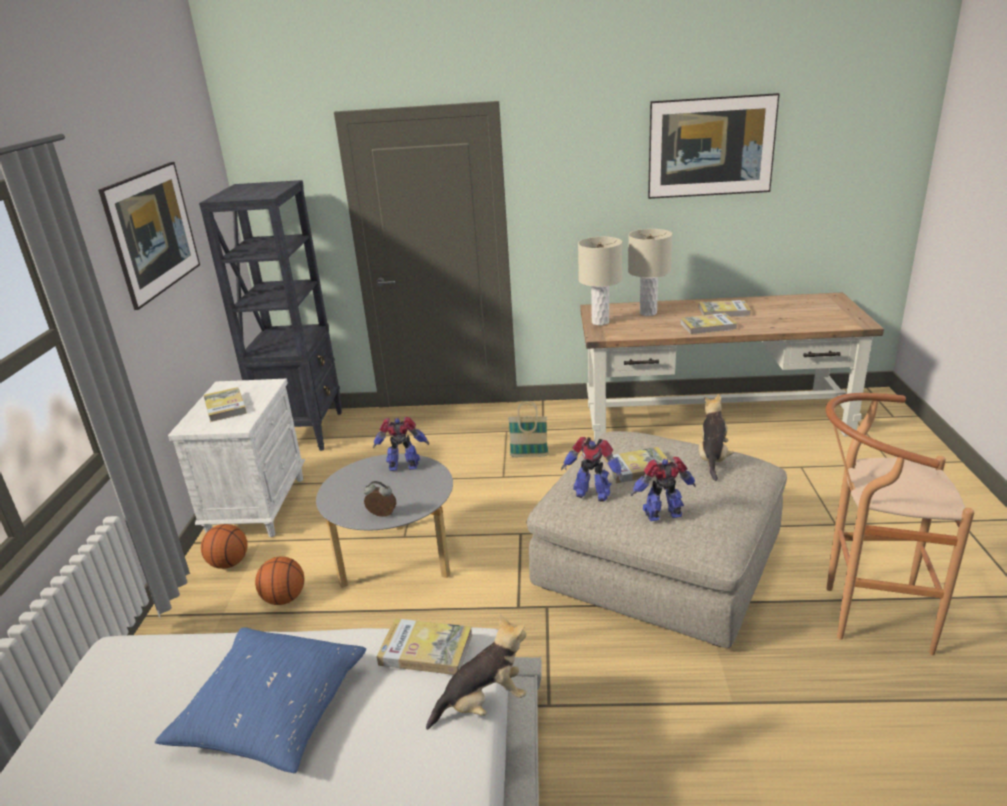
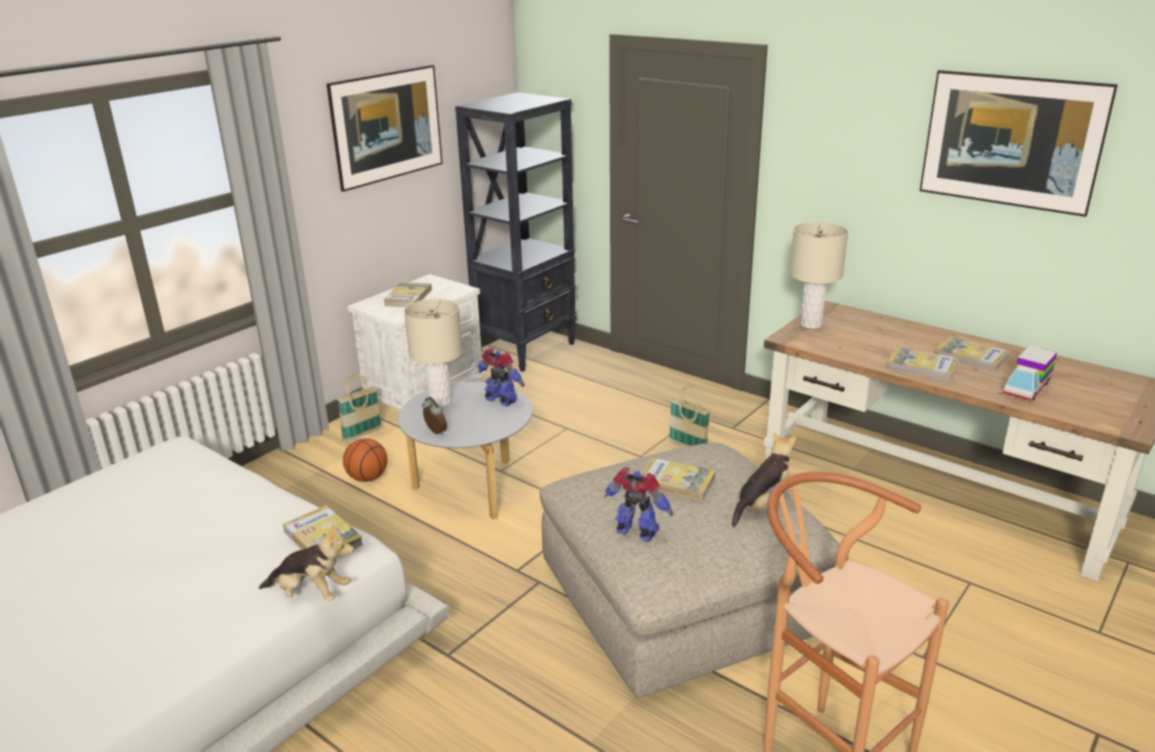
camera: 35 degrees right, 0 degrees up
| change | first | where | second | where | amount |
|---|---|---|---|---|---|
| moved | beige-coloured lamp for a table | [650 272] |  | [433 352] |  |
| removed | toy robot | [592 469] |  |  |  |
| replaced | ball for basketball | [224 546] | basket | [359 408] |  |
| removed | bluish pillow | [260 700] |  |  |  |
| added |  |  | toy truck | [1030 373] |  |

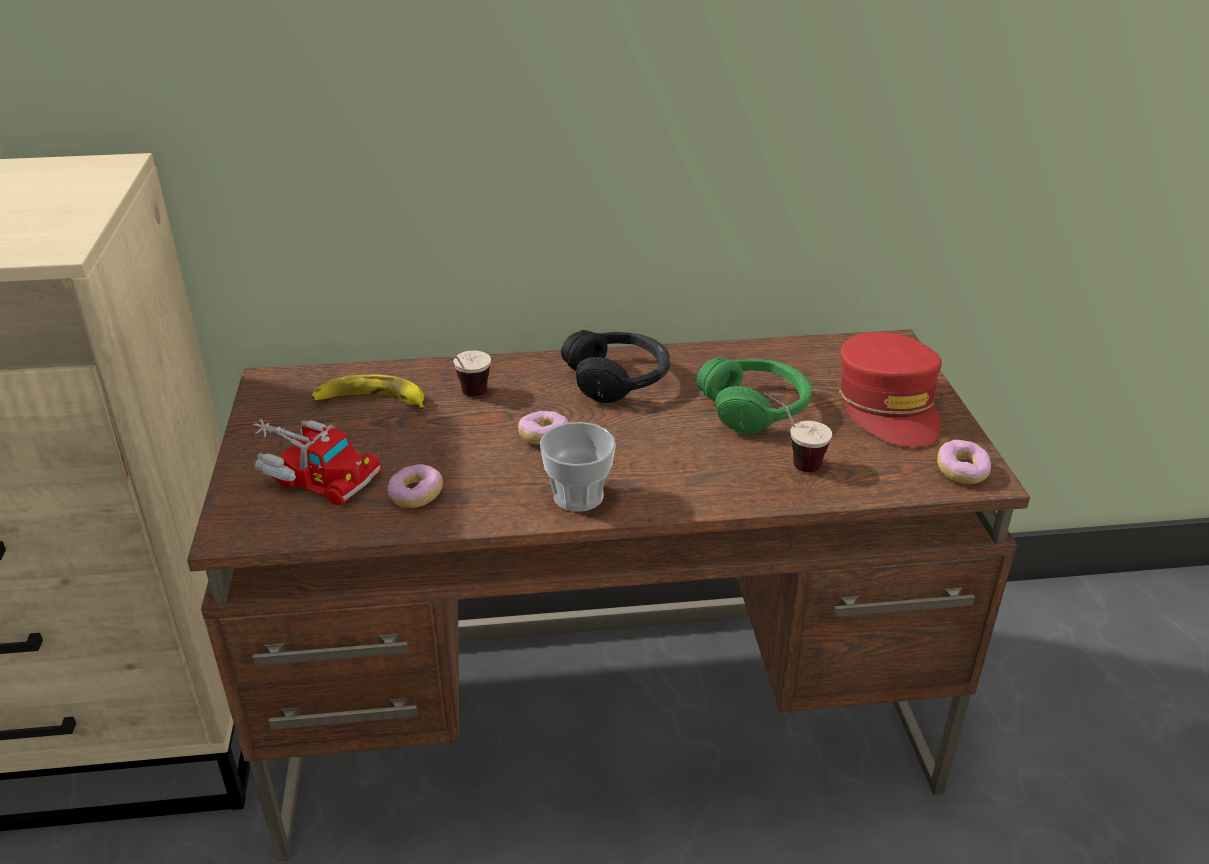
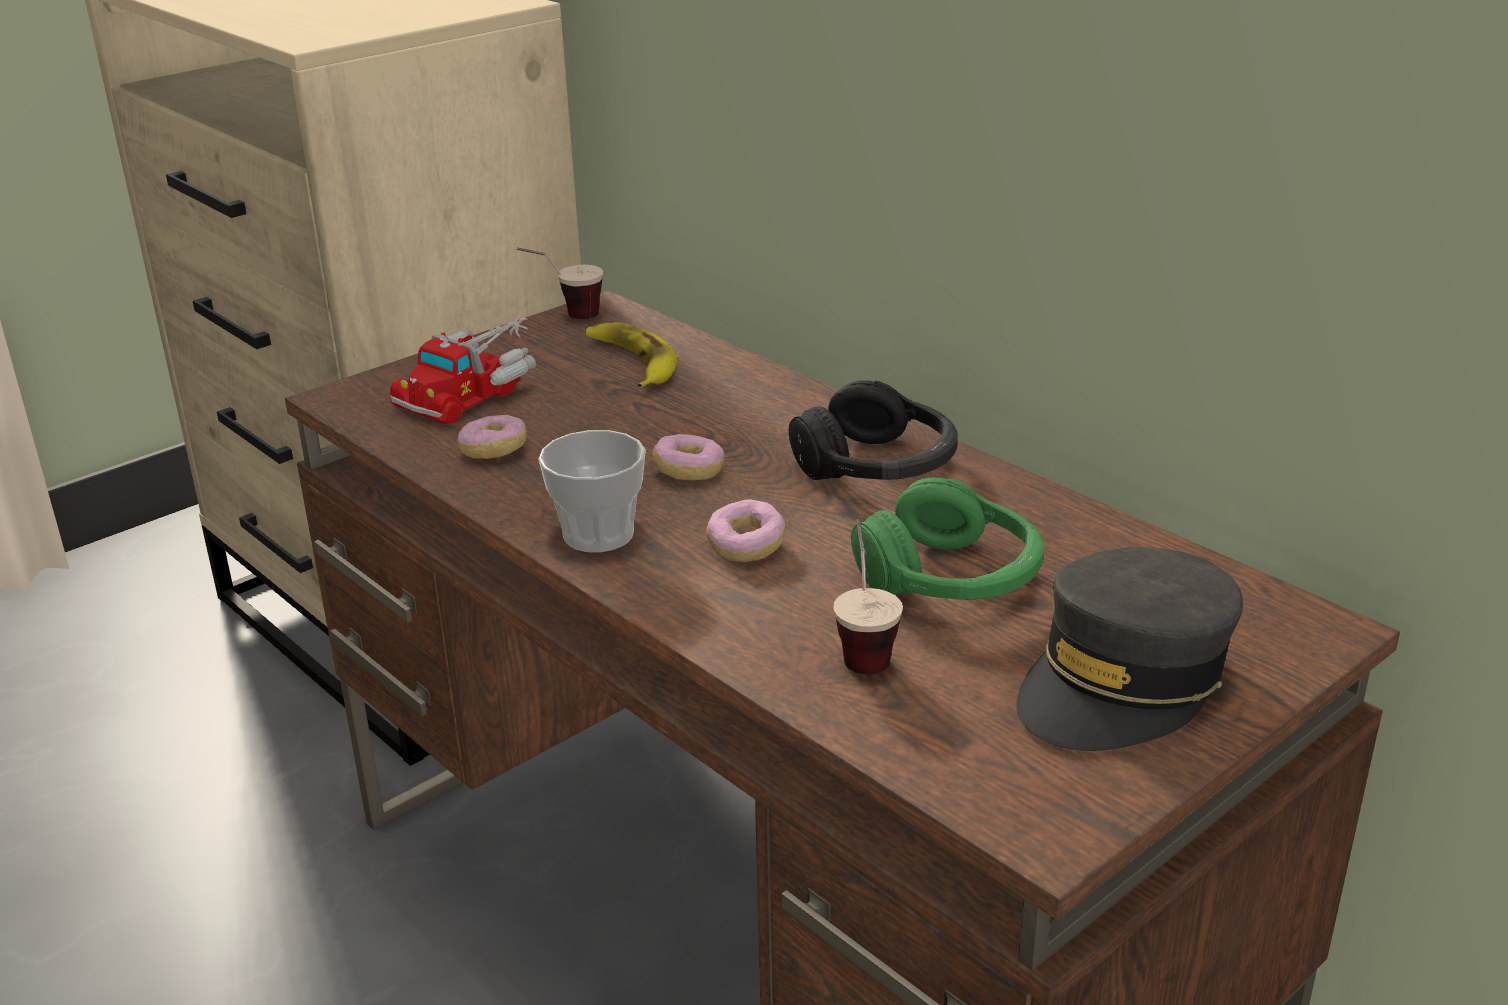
camera: 55 degrees right, 5 degrees down
| change | first | where | second | where | amount |
|---|---|---|---|---|---|
| recoloured | red peaked cap | [890 389] | gray peaked cap | [1129 649] |  |
| moved | small cup | [467 374] |  | [560 283] |  |
| turned | toy truck | [317 462] |  | [463 370] | 45 degrees clockwise |
| moved | donut | [964 462] |  | [746 530] |  |

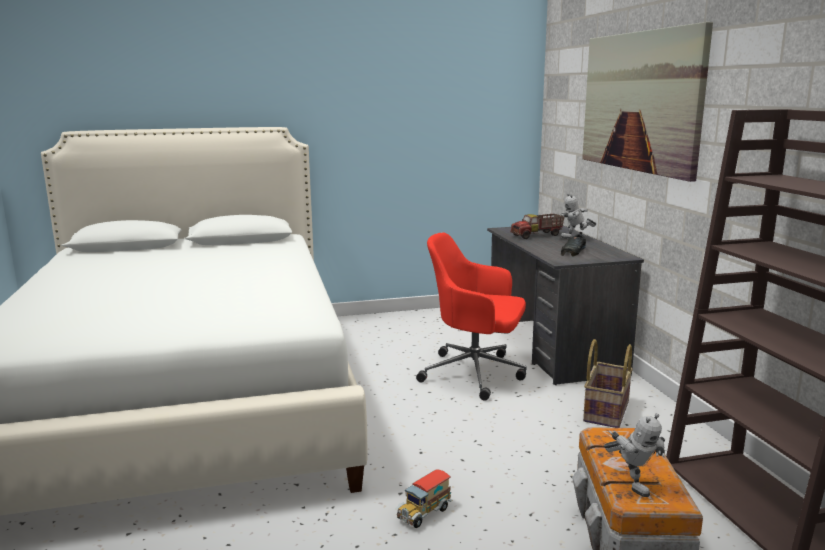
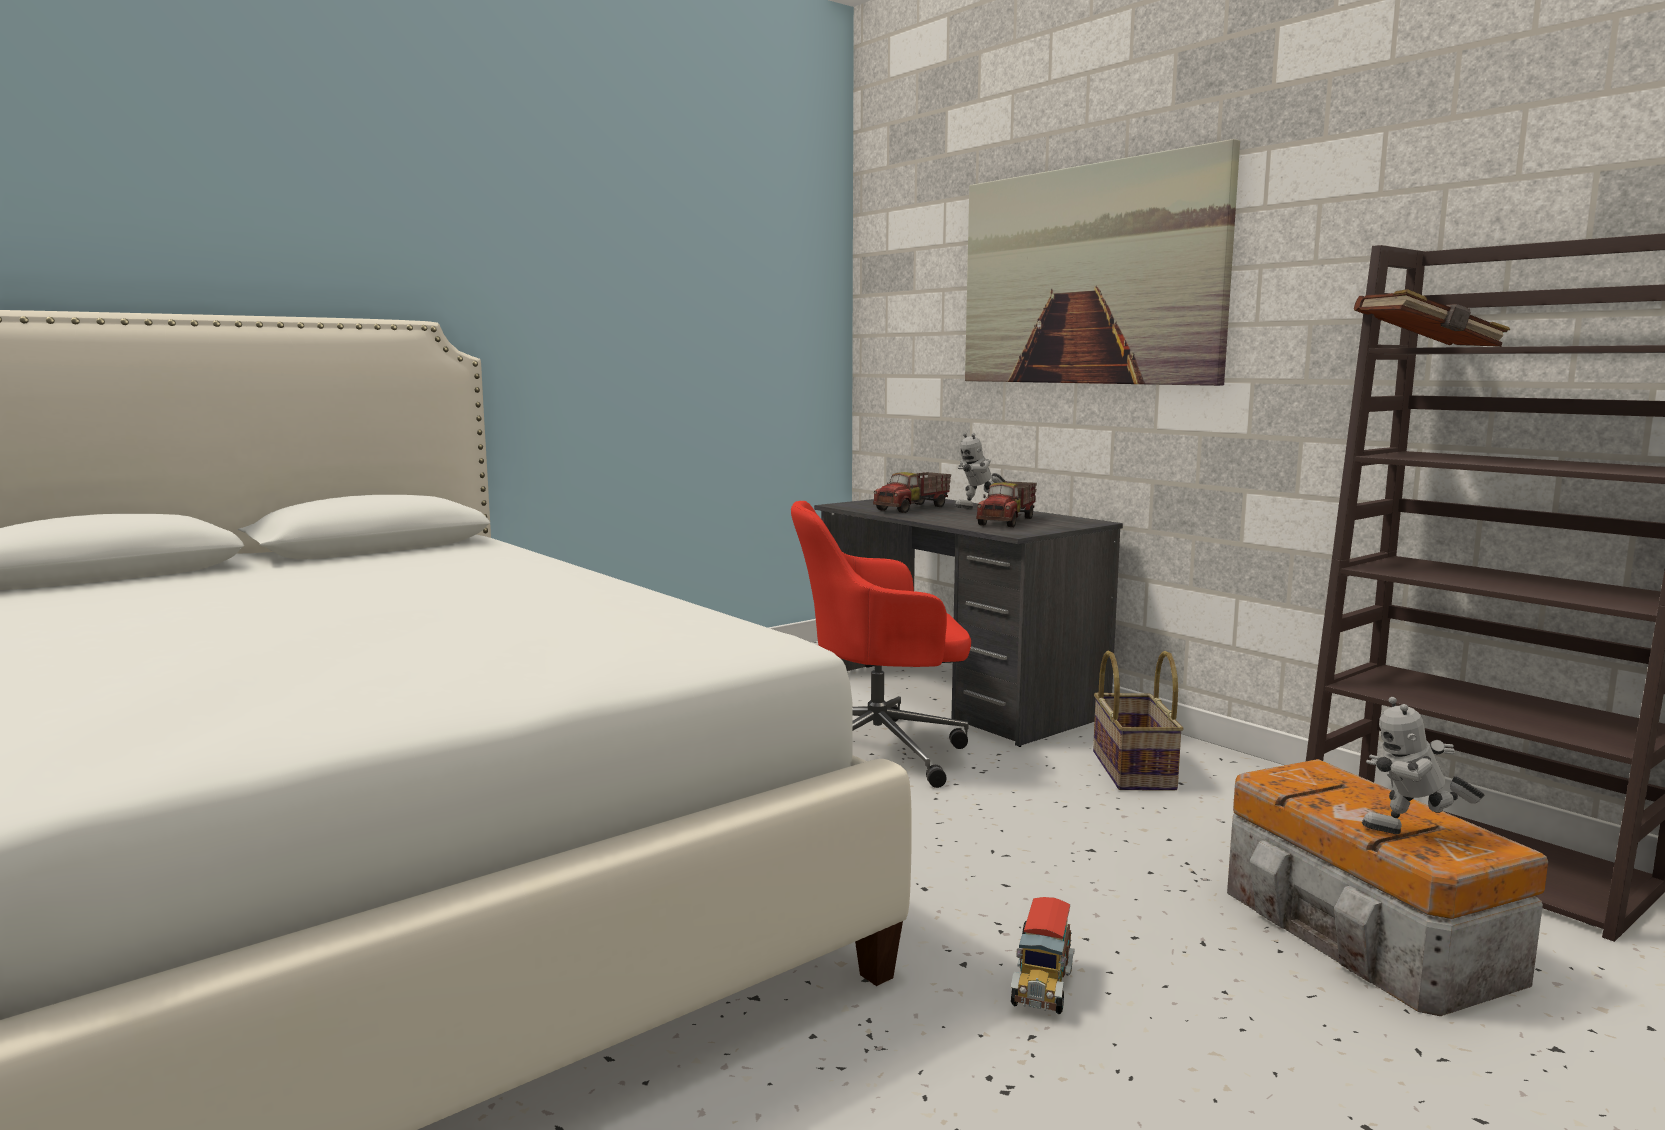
camera: 25 degrees left, 5 degrees down
| change | first | where | second | where | amount |
|---|---|---|---|---|---|
| replaced | black-coloured shoe | [573 244] | toy truck | [1006 504] |  |
| turned | toy robot | [634 455] |  | [1423 765] | 150 degrees clockwise |
| added |  |  | brown book | [1432 318] |  |

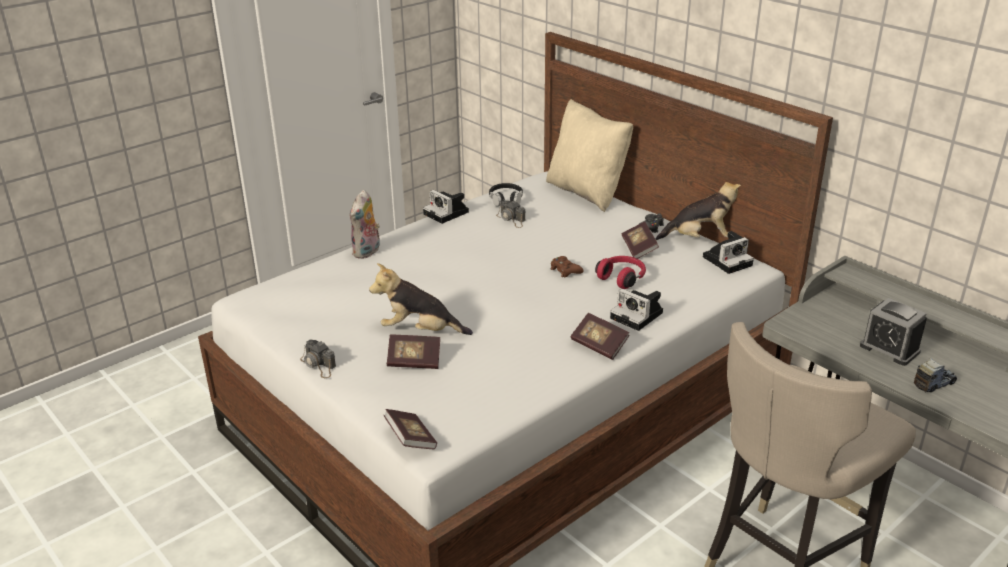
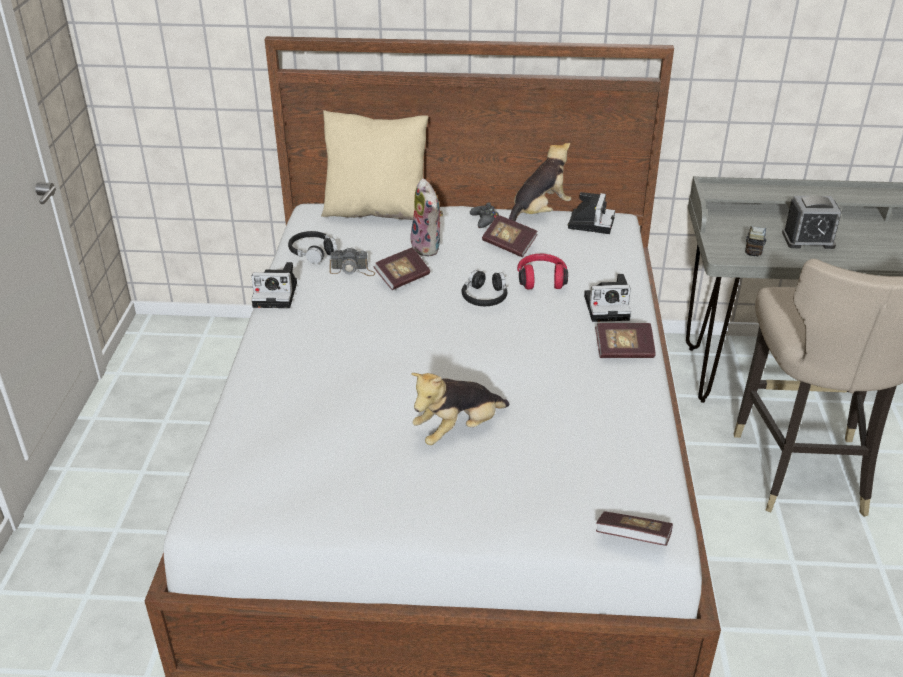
camera: 45 degrees left, 5 degrees up
| change | first | where | second | where | amount |
|---|---|---|---|---|---|
| moved | cuddly toy | [365 224] |  | [426 217] |  |
| replaced | brown joypad | [567 266] | black-coloured headset | [484 288] |  |
| moved | book | [413 352] |  | [402 269] |  |
| removed | photo camera | [318 359] |  |  |  |
| moved | toy truck | [935 375] |  | [755 241] |  |

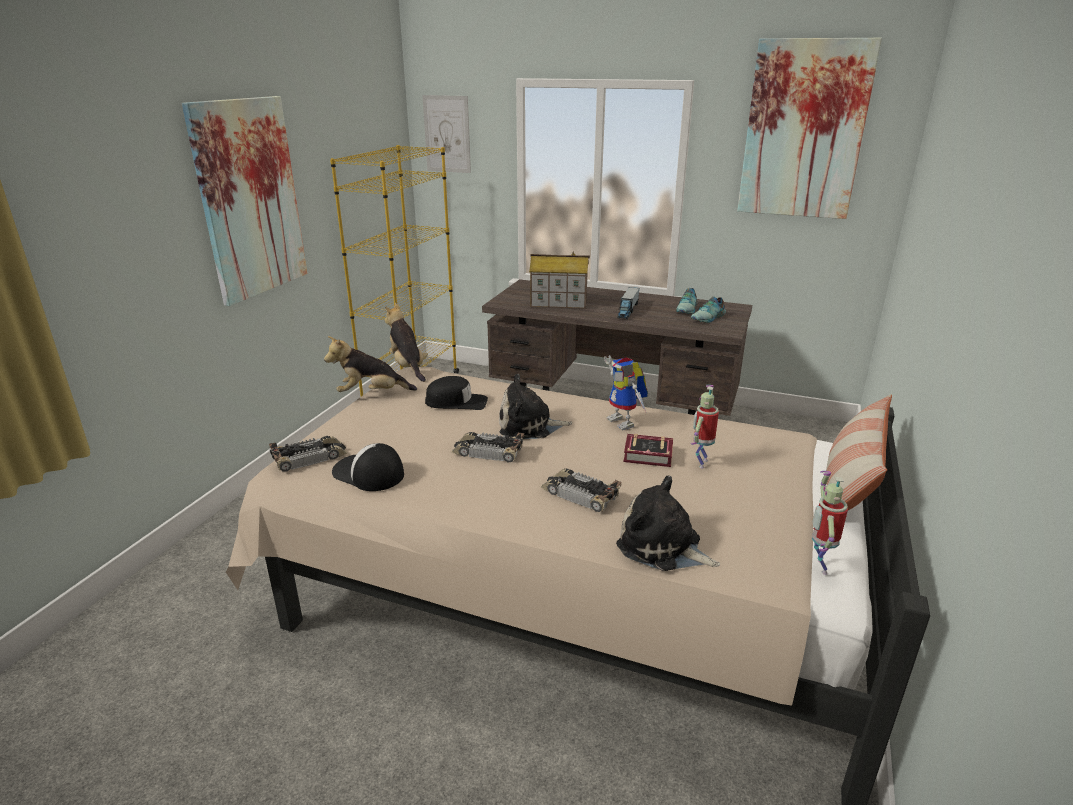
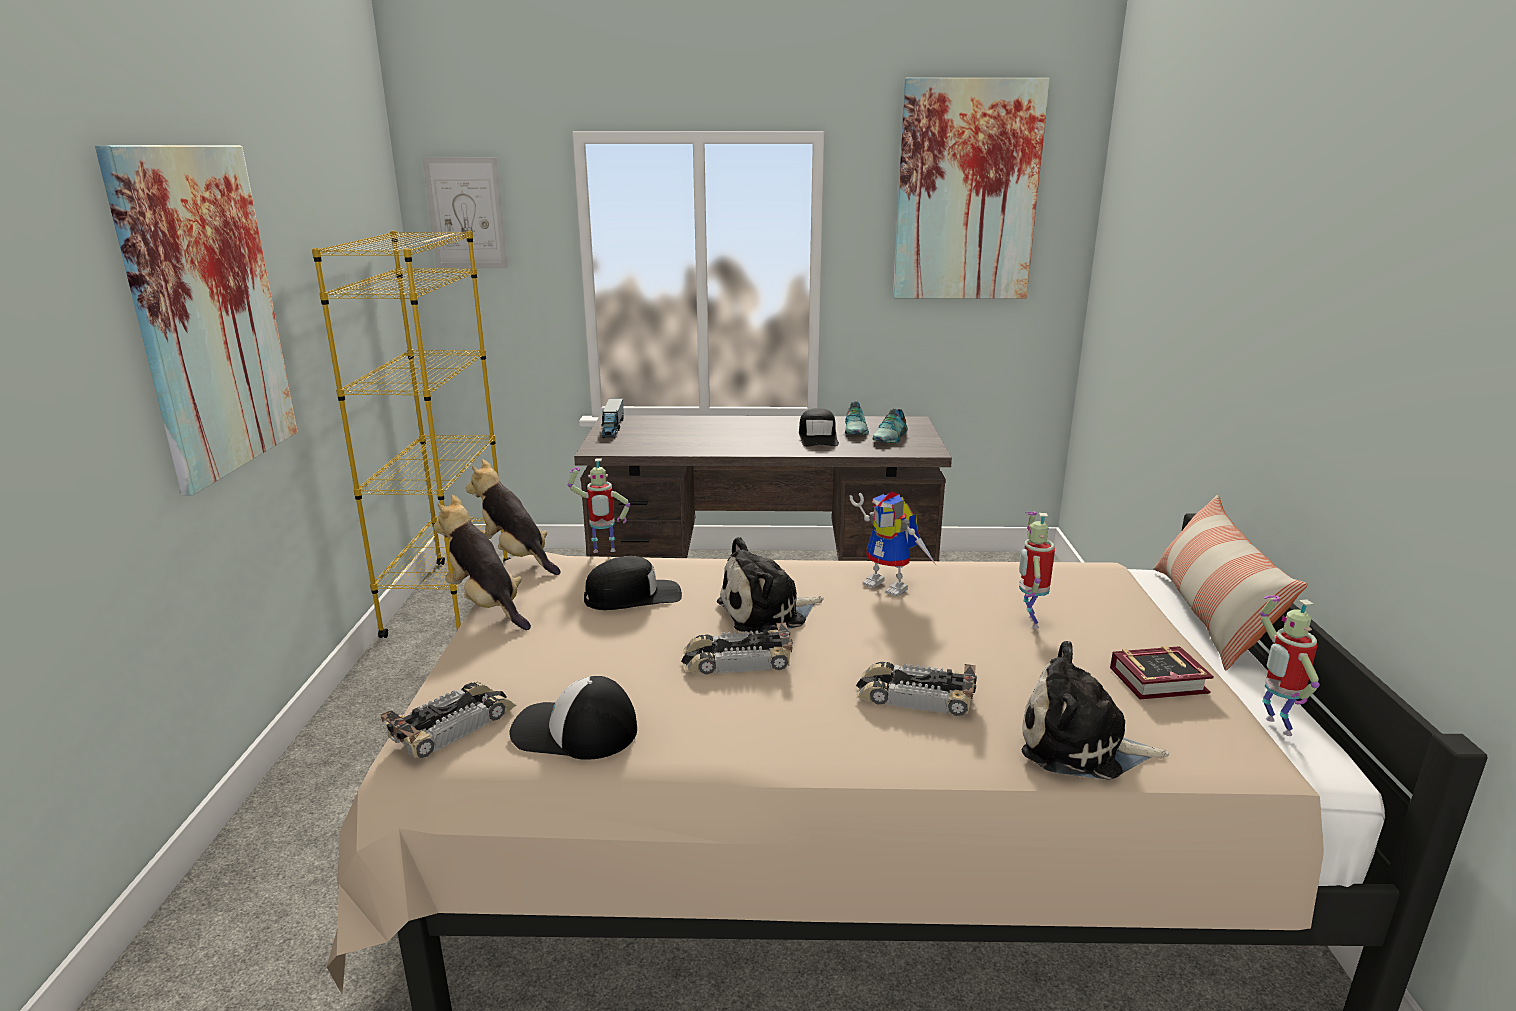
camera: 20 degrees left, 5 degrees down
| change | first | where | second | where | amount |
|---|---|---|---|---|---|
| removed | model house | [559 280] |  |  |  |
| moved | toy truck | [628 303] |  | [613 418] |  |
| turned | cuddly toy | [370 364] |  | [482 562] | 75 degrees clockwise |
| moved | book | [648 450] |  | [1162 672] |  |
| added |  |  | black-coloured peaked cap | [819 427] |  |
| added |  |  | toy robot | [599 505] |  |

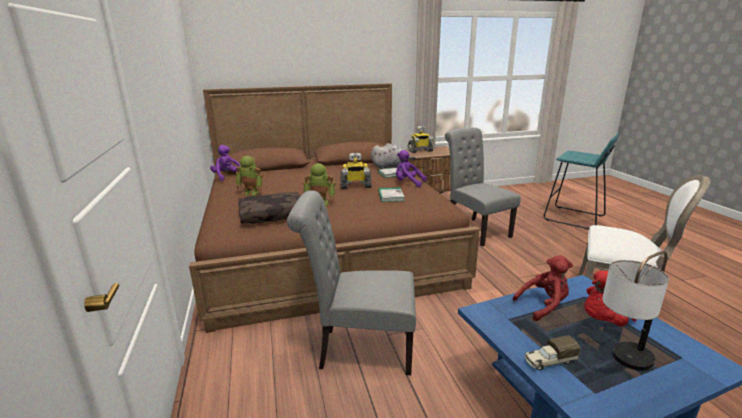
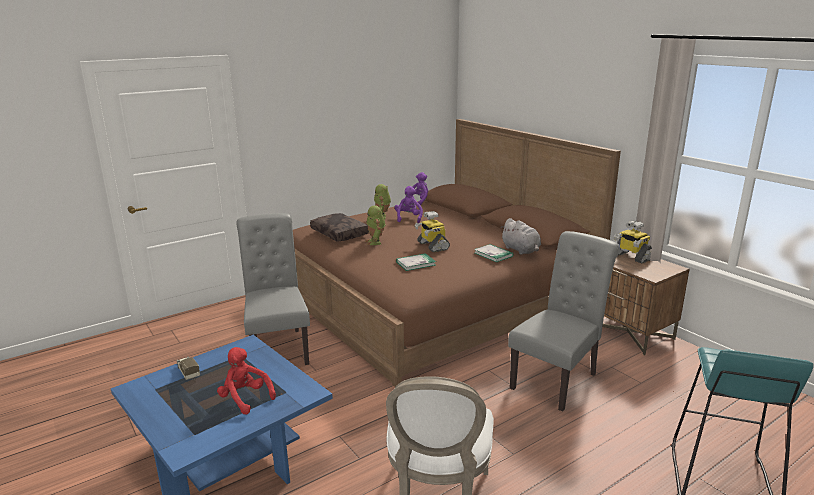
camera: 70 degrees right, 0 degrees up
| change | first | where | second | where | amount |
|---|---|---|---|---|---|
| moved | purplish cuddly toy | [411 168] |  | [408 204] |  |
| removed | lamp for a table | [635 311] |  |  |  |
| removed | red cuddly toy | [543 288] |  |  |  |

